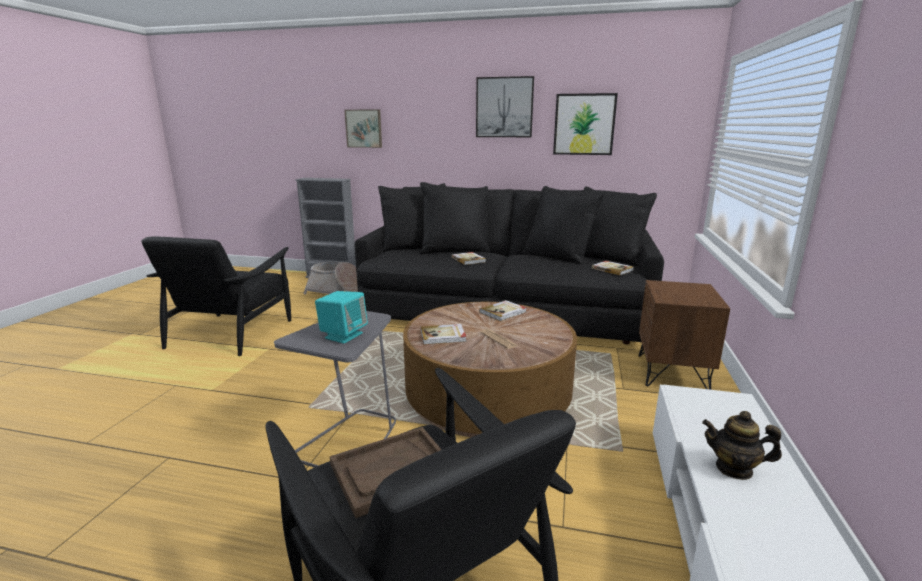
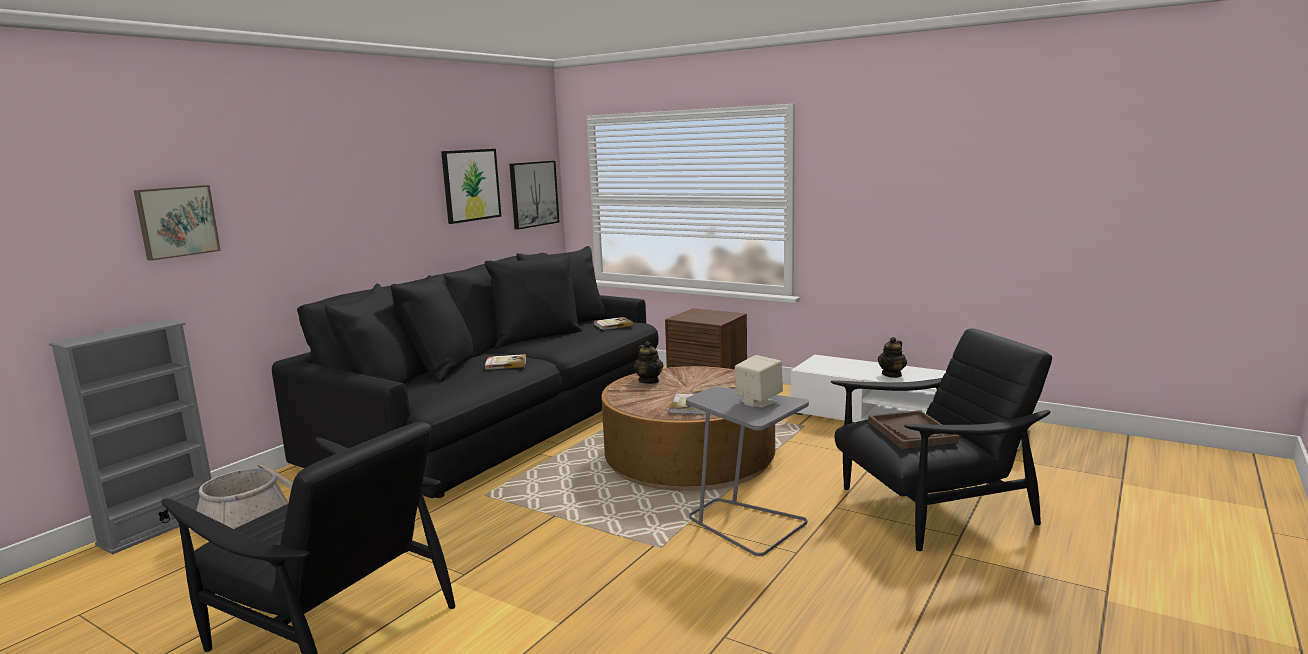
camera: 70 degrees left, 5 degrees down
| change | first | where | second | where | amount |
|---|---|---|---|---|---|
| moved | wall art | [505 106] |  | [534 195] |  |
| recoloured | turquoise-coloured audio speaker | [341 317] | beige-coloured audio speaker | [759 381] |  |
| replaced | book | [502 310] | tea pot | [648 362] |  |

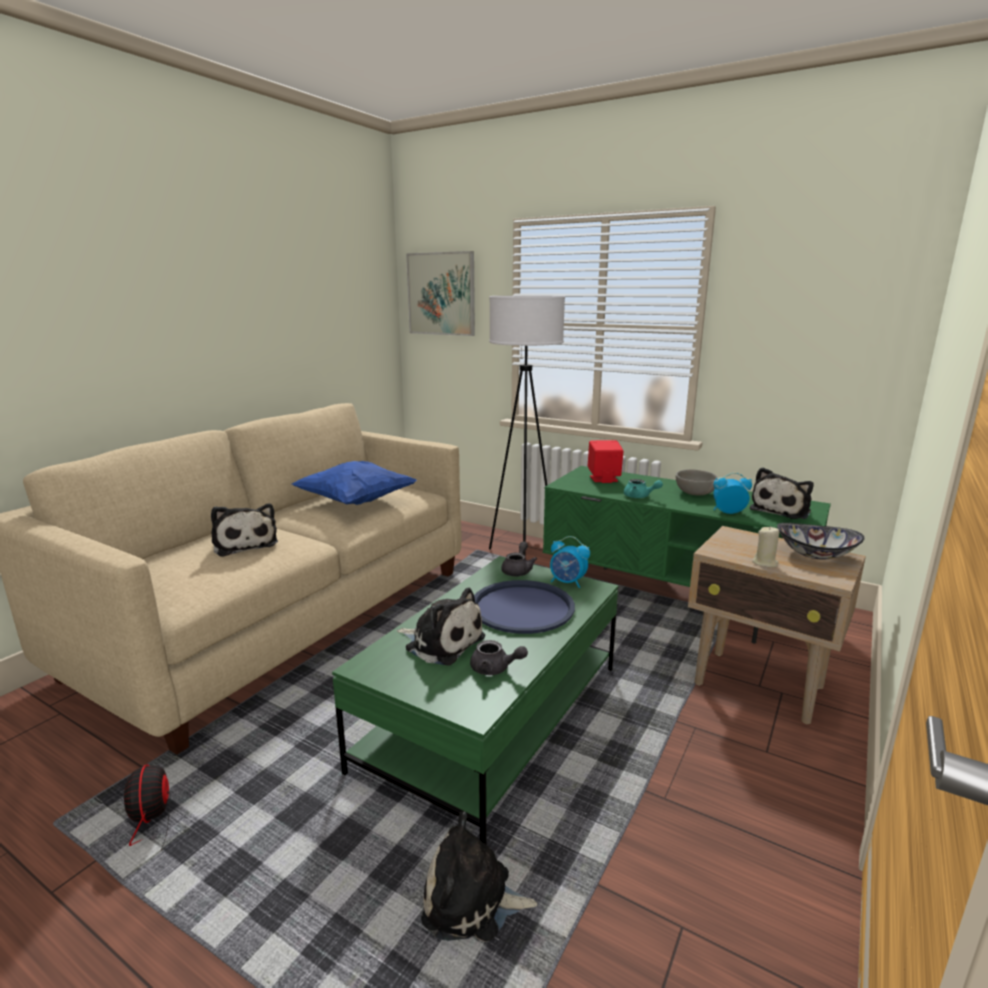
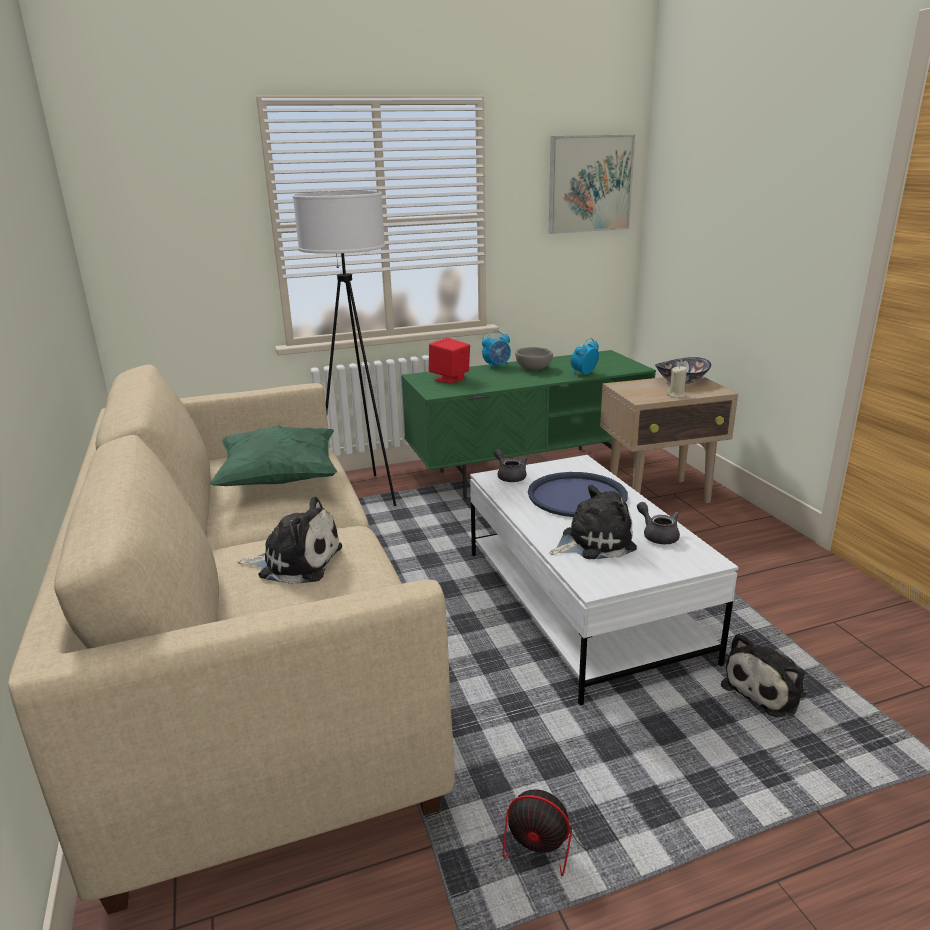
camera: 50 degrees left, 5 degrees up
| change | first | where | second | where | amount |
|---|---|---|---|---|---|
| moved | wall art | [440 293] |  | [592 184] |  |
| recoloured | bluish pillow | [354 483] | green pillow | [273 455] |  |
| removed | cuddly toy | [782 493] |  |  |  |
| removed | turquoise-coloured tea pot | [643 488] |  |  |  |
| moved | alarm clock | [570 562] |  | [496 349] |  |
| recoloured | green low table | [475 700] | white-coloured low table | [604 580] |  |
| turned | gray tea pot | [499 657] |  | [658 523] | 90 degrees counterclockwise |

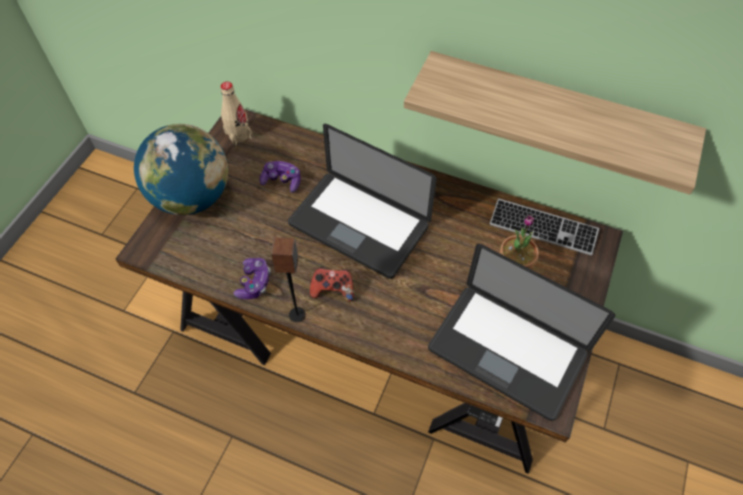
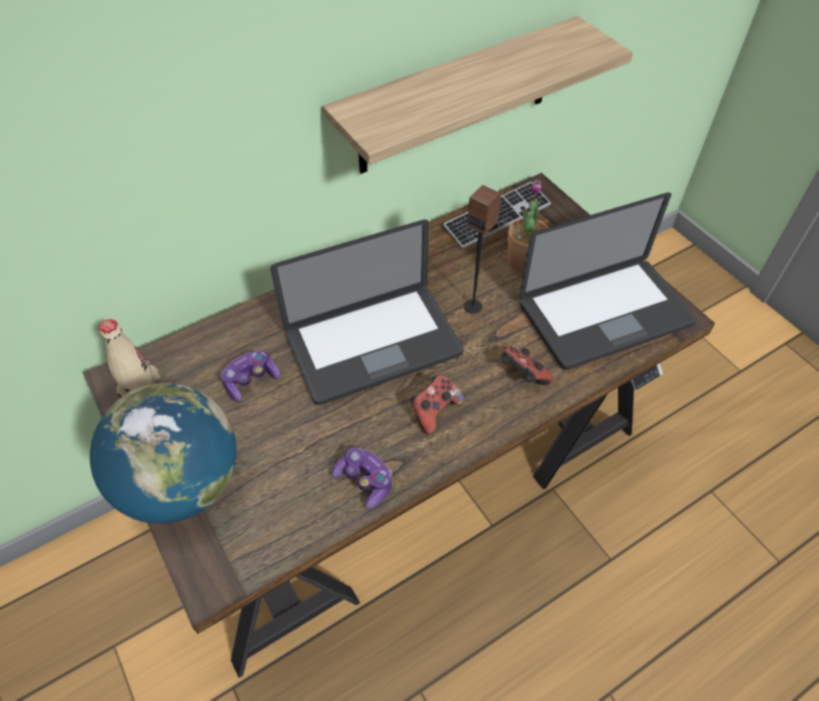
camera: 55 degrees left, 5 degrees down
| change | first | where | second | where | amount |
|---|---|---|---|---|---|
| moved | audio speaker | [288 280] |  | [482 249] |  |
| added |  |  | joypad | [527 365] |  |

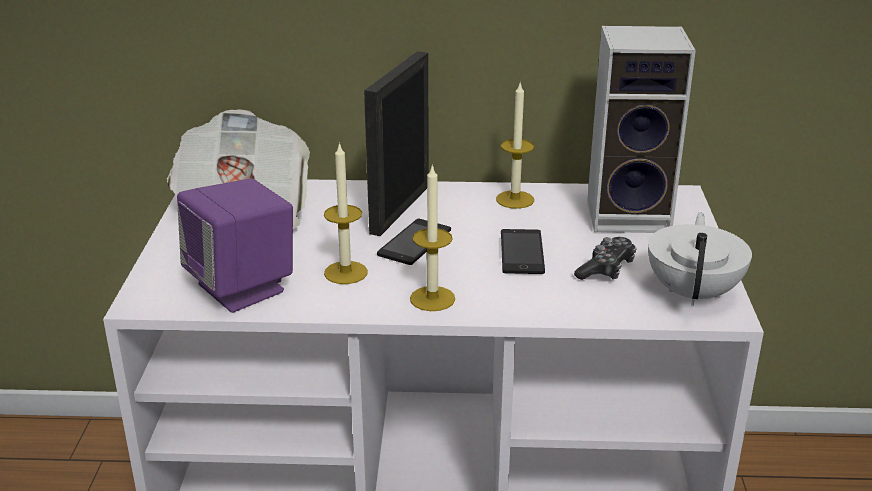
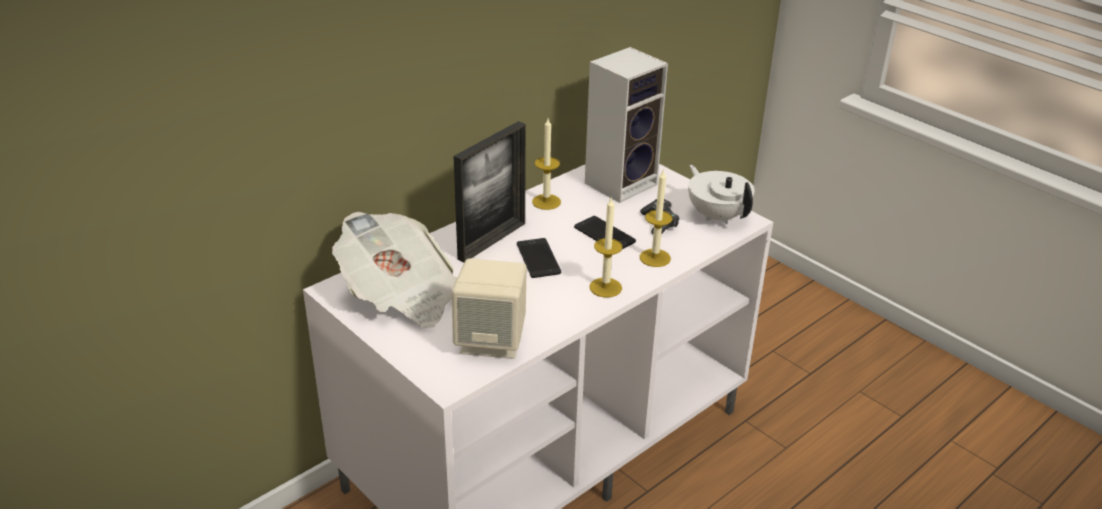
camera: 45 degrees left, 5 degrees up
| change | first | where | second | where | amount |
|---|---|---|---|---|---|
| turned | picture frame | [396 143] |  | [489 191] | 120 degrees counterclockwise |
| moved | candle | [346 213] |  | [656 219] |  |
| recoloured | purplish audio speaker | [235 246] | beige-coloured audio speaker | [489 309] |  |

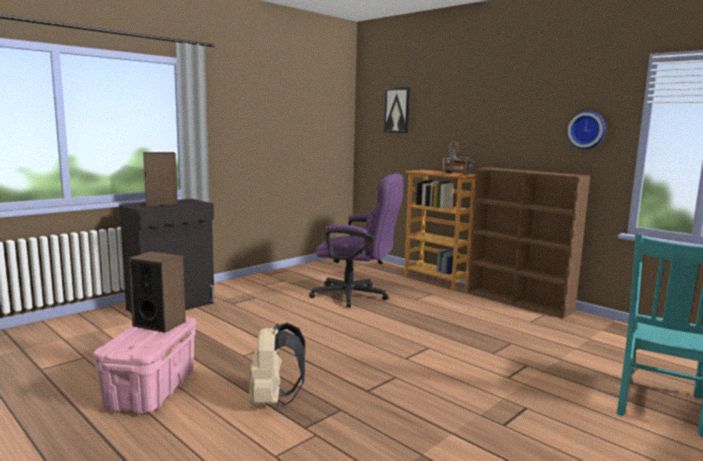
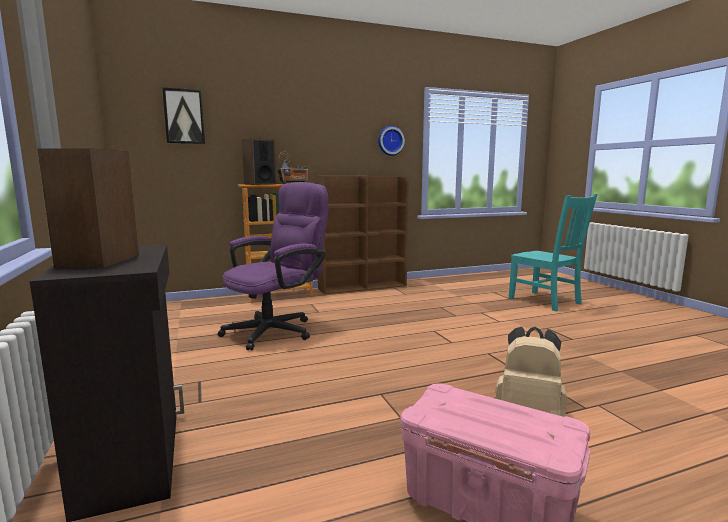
camera: 65 degrees left, 0 degrees up
| change | first | where | second | where | amount |
|---|---|---|---|---|---|
| moved | audio speaker | [157 292] |  | [259 161] |  |

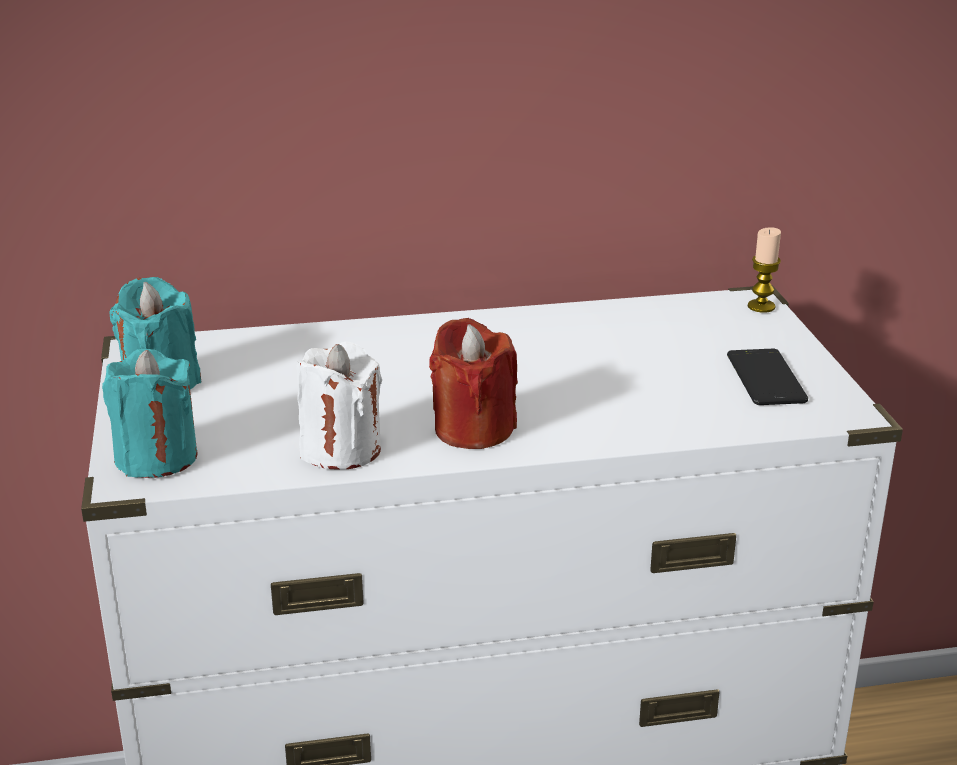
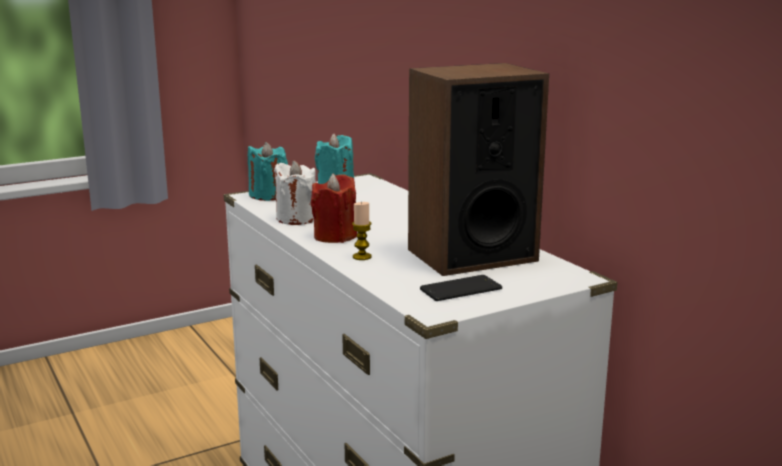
camera: 70 degrees right, 10 degrees down
| change | first | where | second | where | amount |
|---|---|---|---|---|---|
| moved | candle | [764 270] |  | [362 230] |  |
| added |  |  | audio speaker | [478 169] |  |

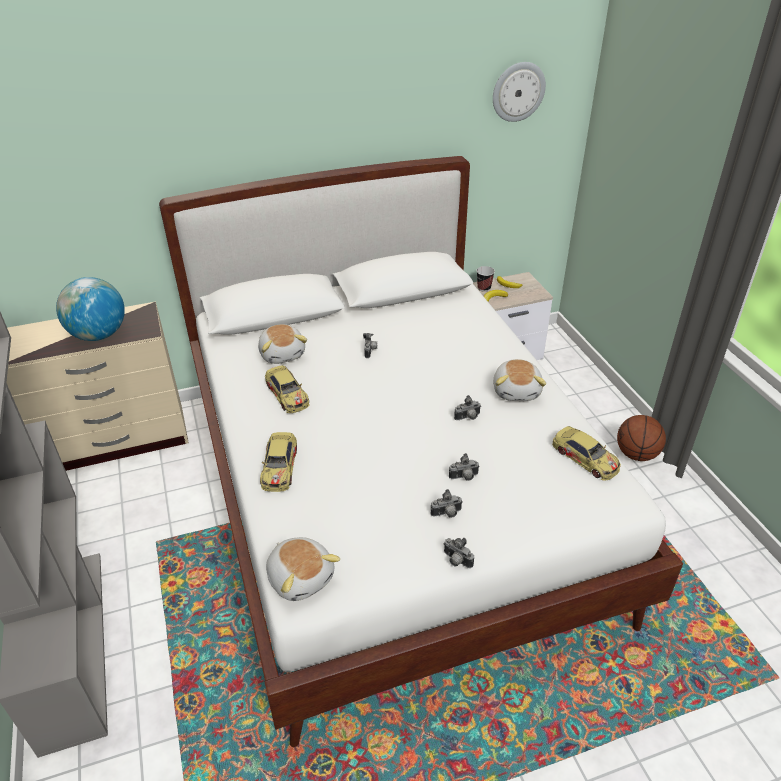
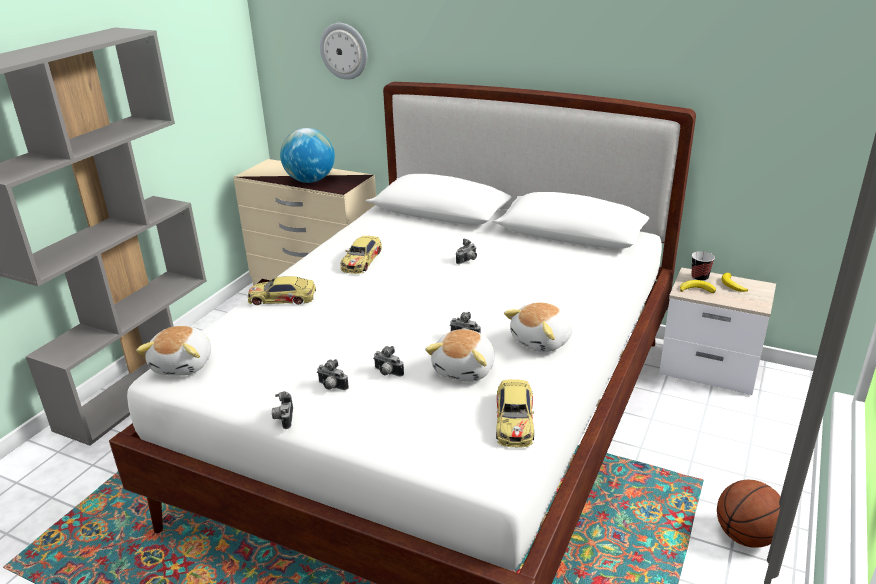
camera: 45 degrees right, 10 degrees down
| change | first | where | second | where | amount |
|---|---|---|---|---|---|
| moved | clock on the wall | [519 92] |  | [343 51] |  |
| moved | cuddly toy | [282 344] |  | [460 355] |  |
| turned | model car | [278 462] |  | [282 290] | 45 degrees clockwise |

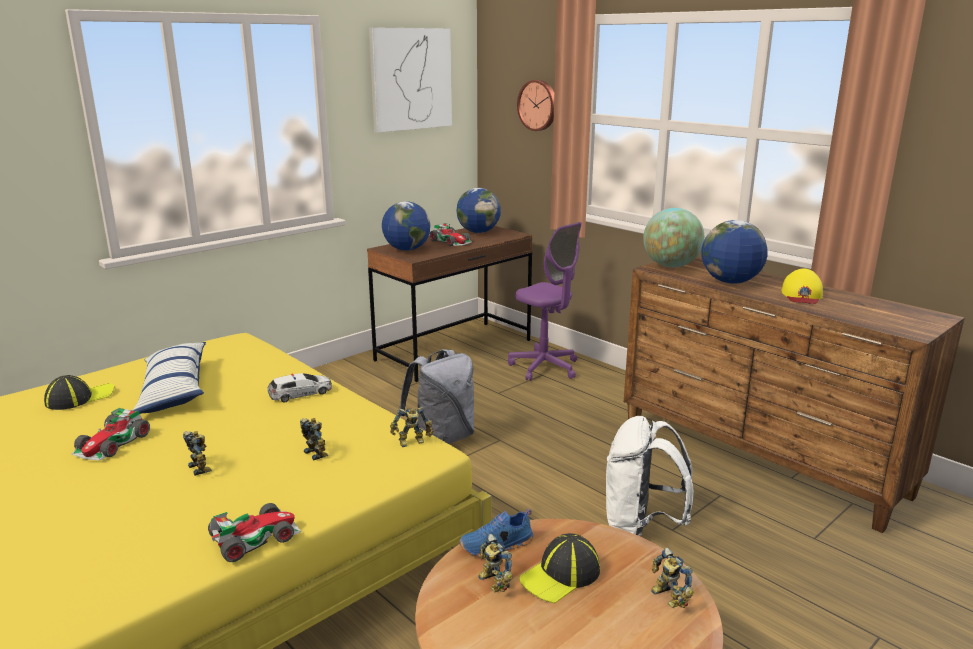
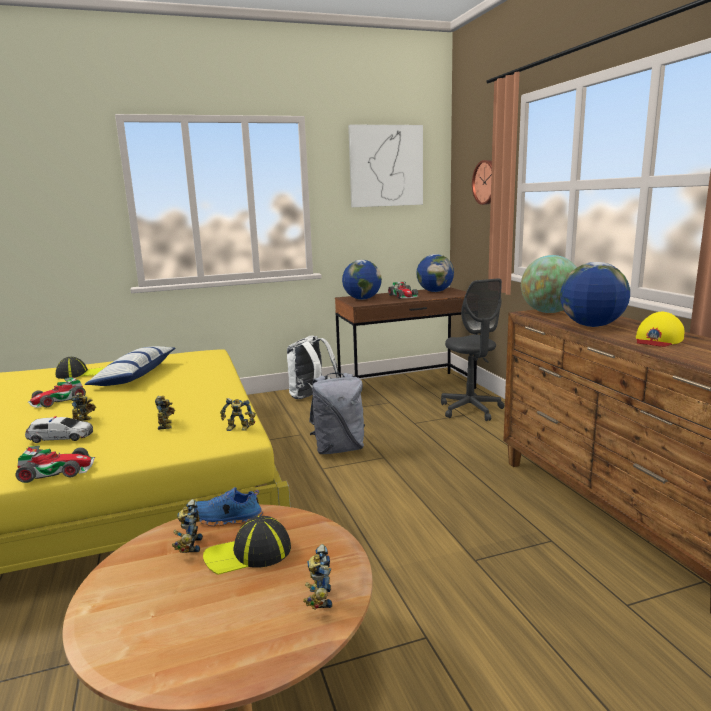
camera: 25 degrees right, 5 degrees down
| change | first | where | second | where | amount |
|---|---|---|---|---|---|
| recoloured | purplish desk chair | [545 301] | gray desk chair | [472 349] |  |
| moved | model car | [300 387] |  | [59 429] |  |
| moved | white-coloured knapsack | [650 476] |  | [313 367] |  |

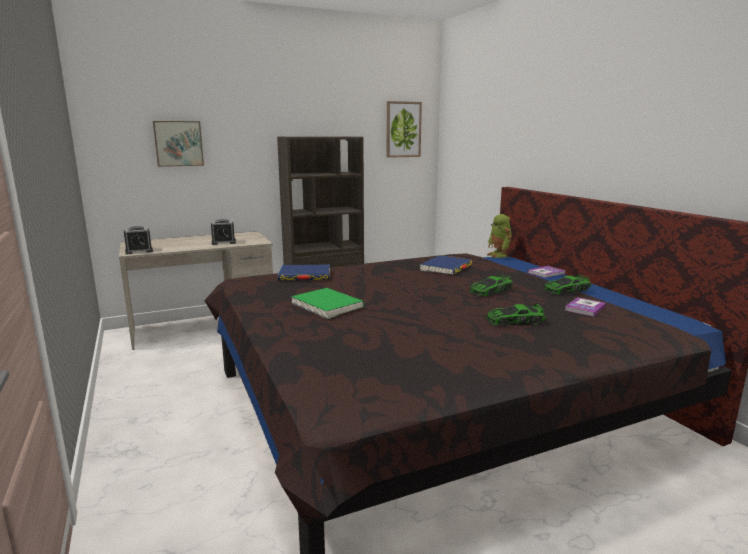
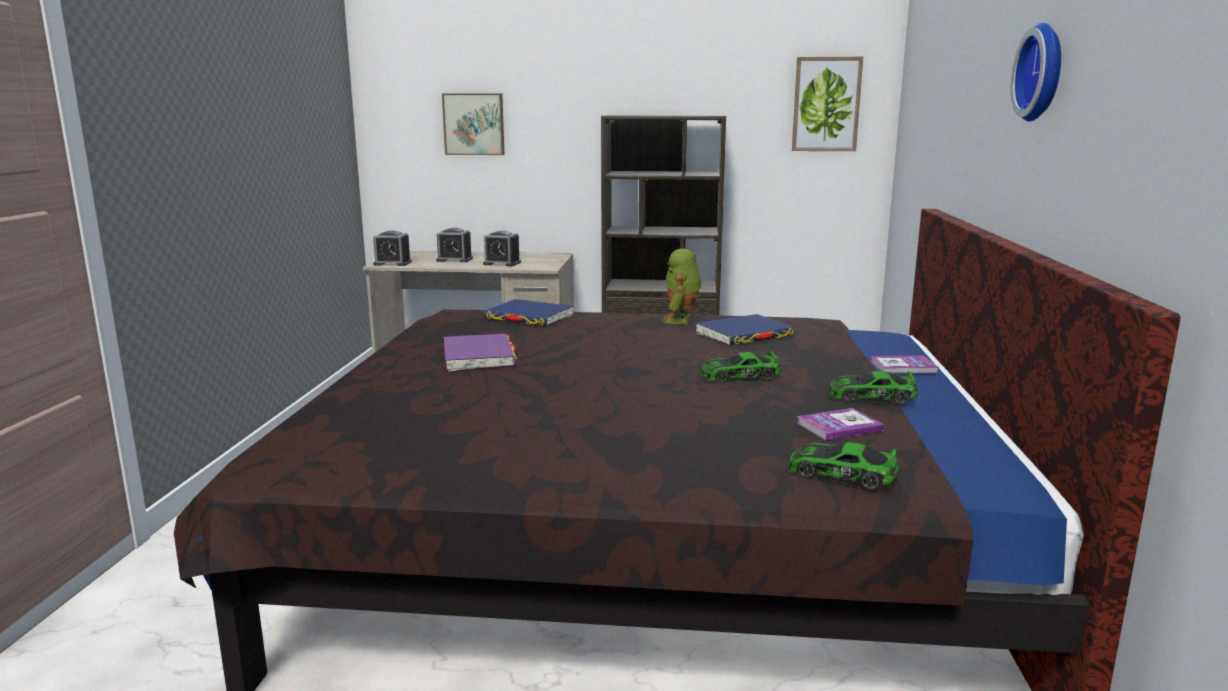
camera: 30 degrees right, 0 degrees up
| change | first | where | second | where | amount |
|---|---|---|---|---|---|
| moved | toy robot | [499 236] |  | [681 287] |  |
| recoloured | green book | [327 303] | purplish book | [480 353] |  |
| moved | model car | [515 315] |  | [842 466] |  |
| added |  |  | clock on the wall | [1036 72] |  |
| added |  |  | alarm clock | [454 245] |  |

